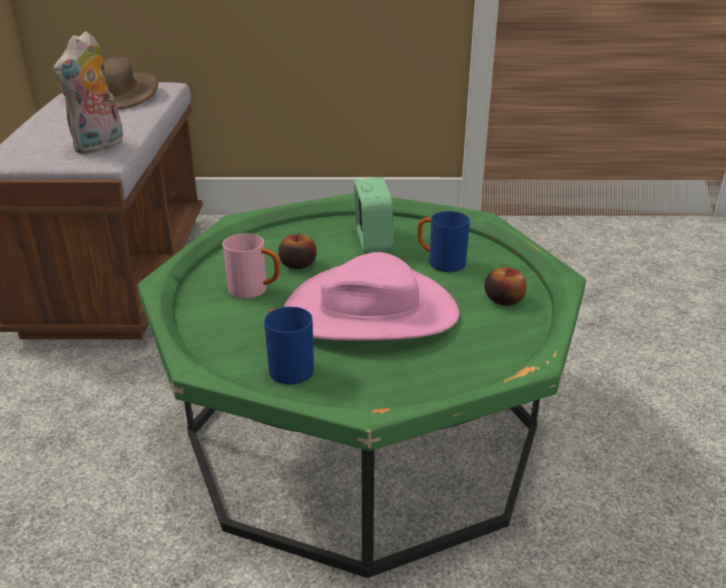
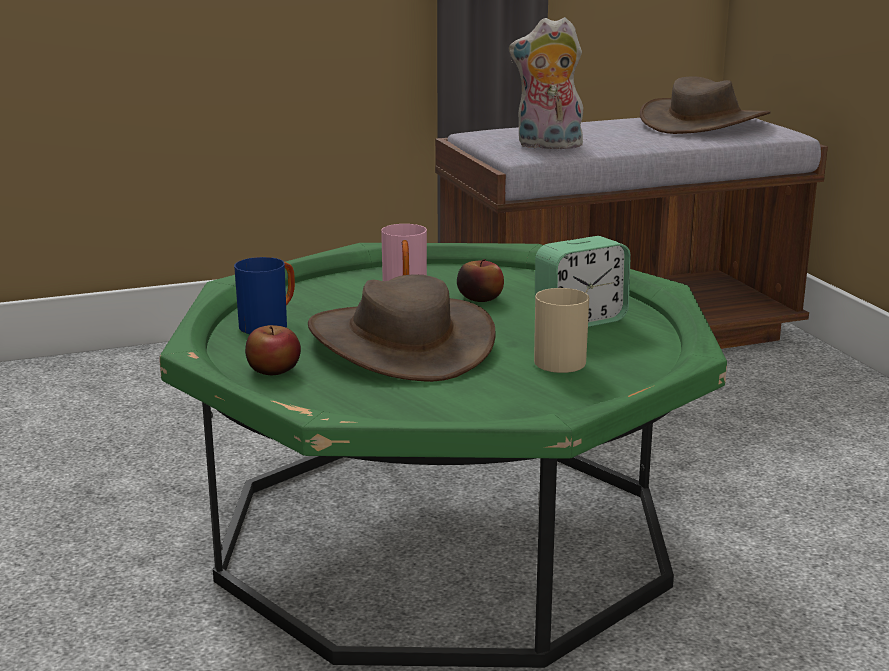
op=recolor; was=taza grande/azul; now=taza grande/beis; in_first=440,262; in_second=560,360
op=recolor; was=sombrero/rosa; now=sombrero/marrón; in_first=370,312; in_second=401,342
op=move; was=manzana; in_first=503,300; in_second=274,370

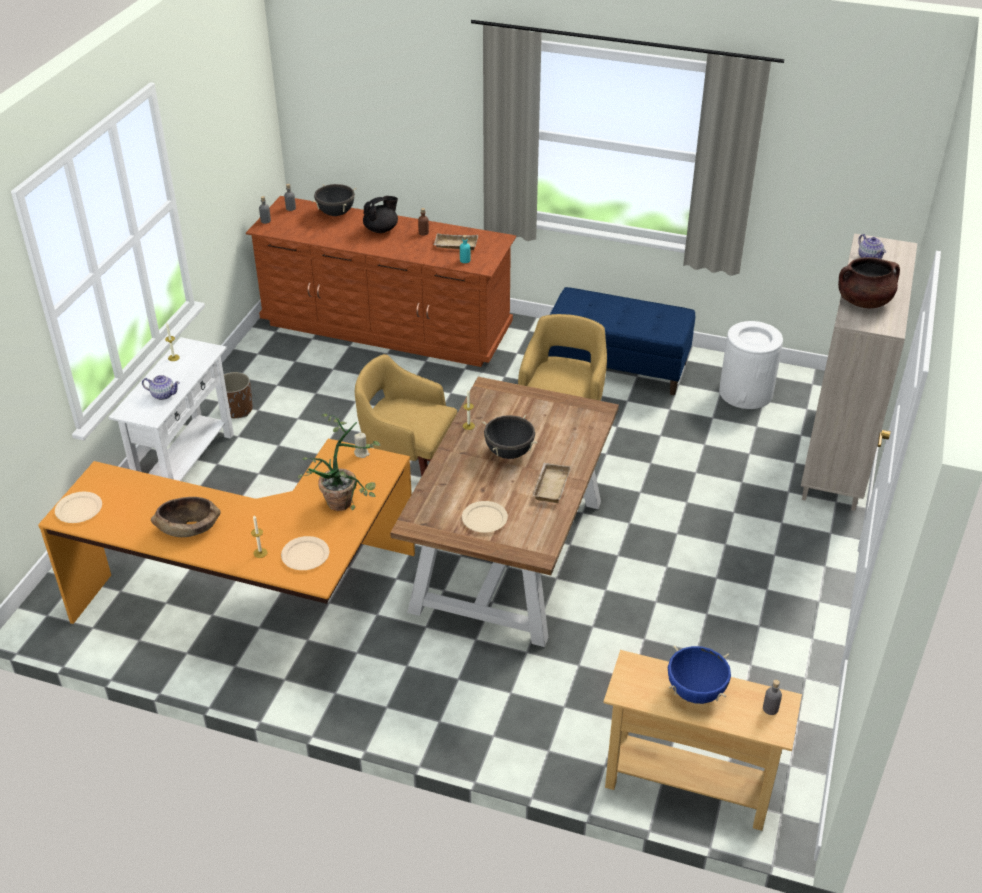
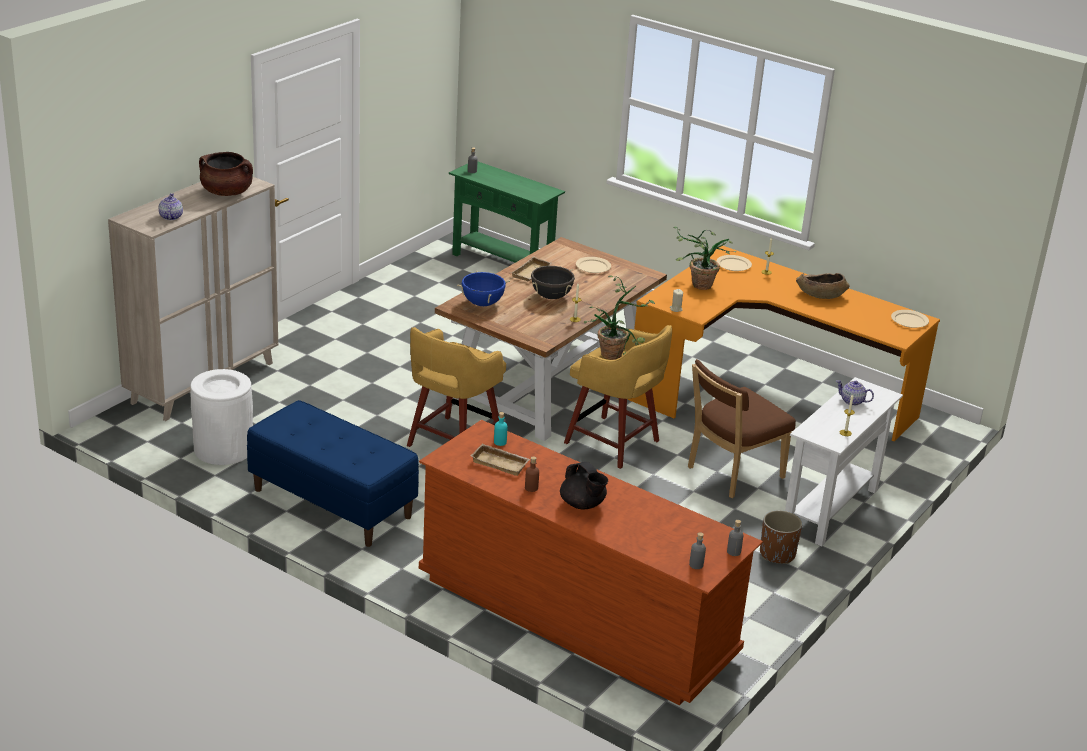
op=delete; was=olla/negro; in_first=336,213
op=rotate; was=tetera/negro; in_first=381,229; in_second=582,504; clockwise=-105
op=move; was=olla/azul; in_first=695,692; in_second=482,303
op=recolor; was=mesa consola/beis; now=mesa consola/verde; in_first=687,786; in_second=502,263
op=insert; now=planta en maceta; in_second=617,354
op=insert; now=silla/marrón; in_second=731,474

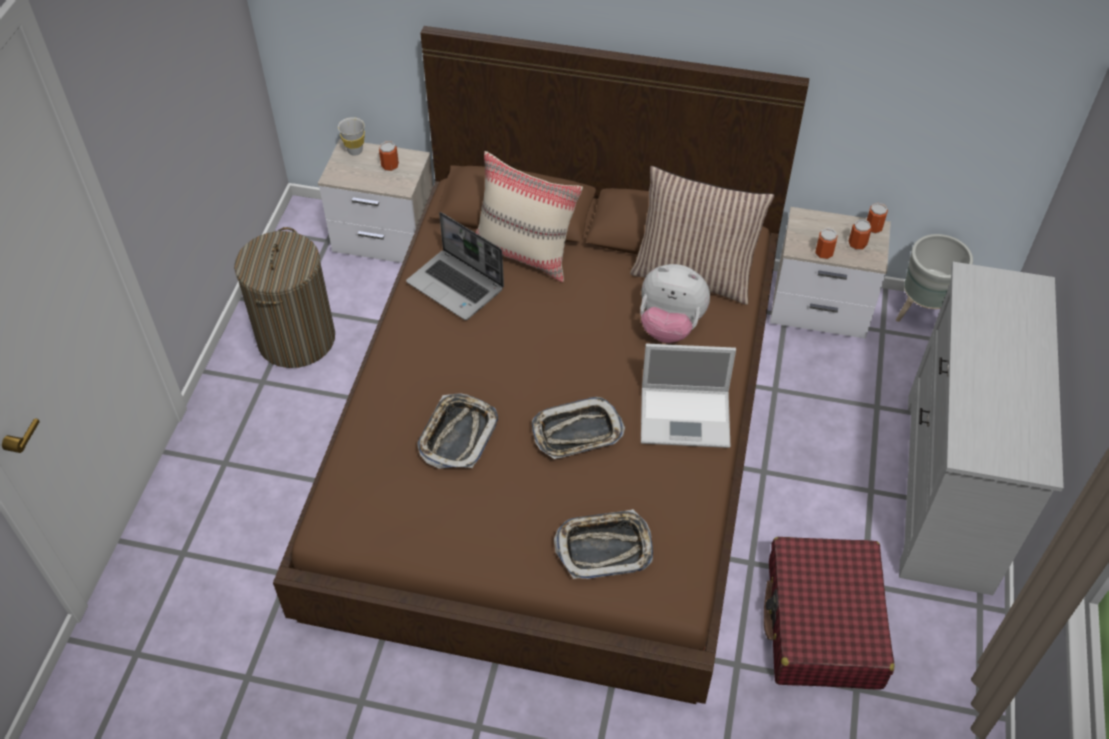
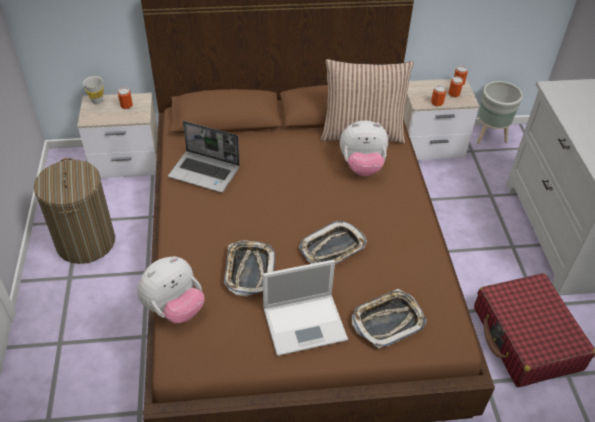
op=delete; was=cojín/beis; in_first=525,253
op=move; was=portátil; in_first=687,417; in_second=306,323
op=insert; now=peluche; in_second=174,308

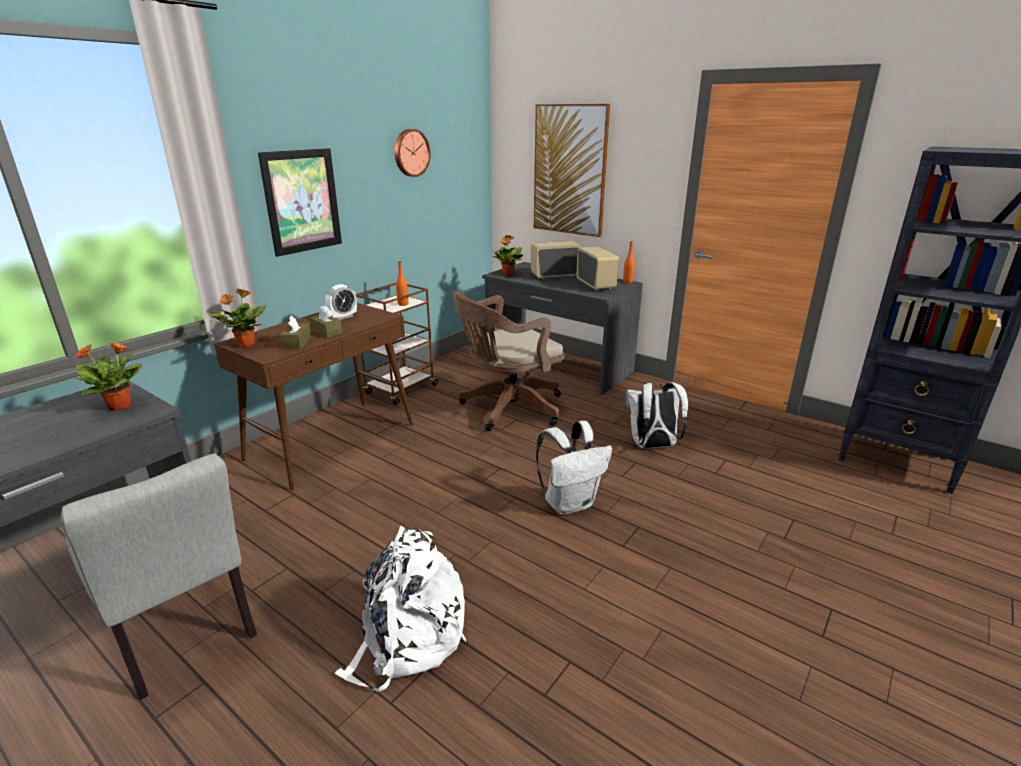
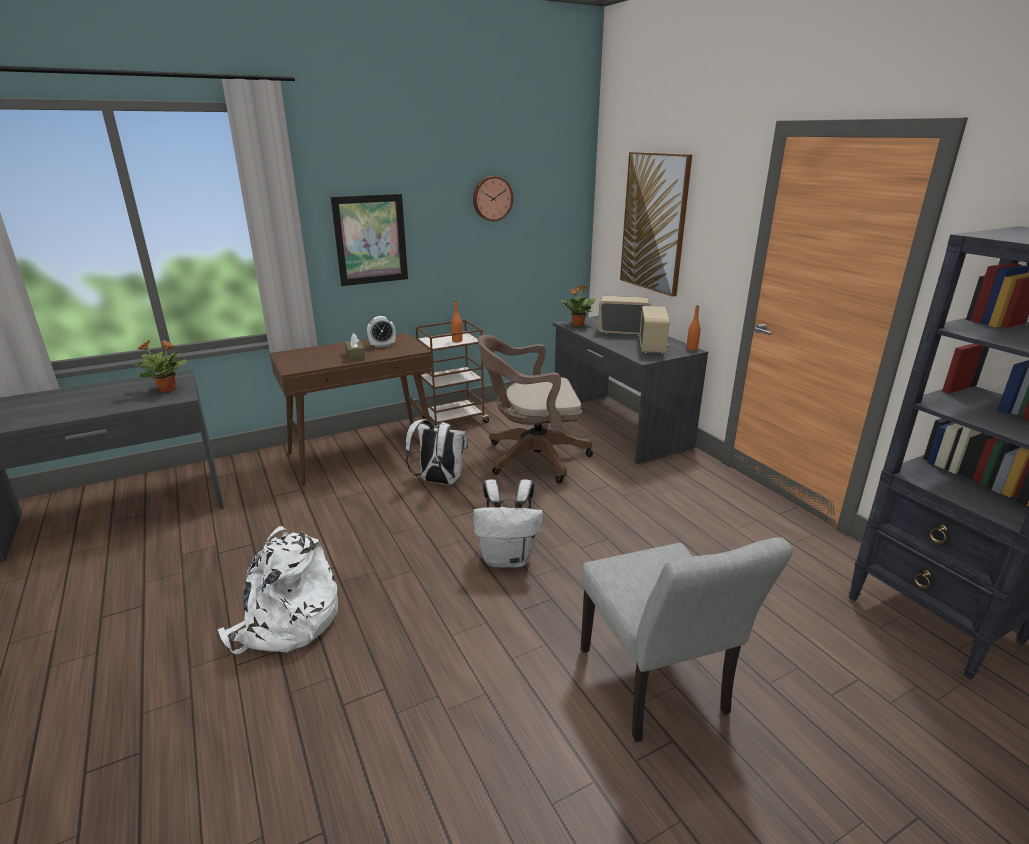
op=delete; was=planta en maceta; in_first=245,345
op=delete; was=caja de pañuelos/marrón; in_first=297,343
op=move; was=mochila/blanco; in_first=652,446; in_second=439,481
op=move; was=silla/gris; in_first=185,636; in_second=658,689

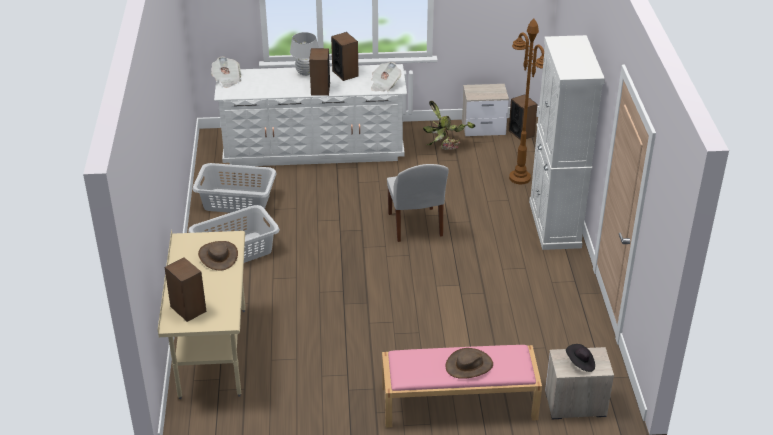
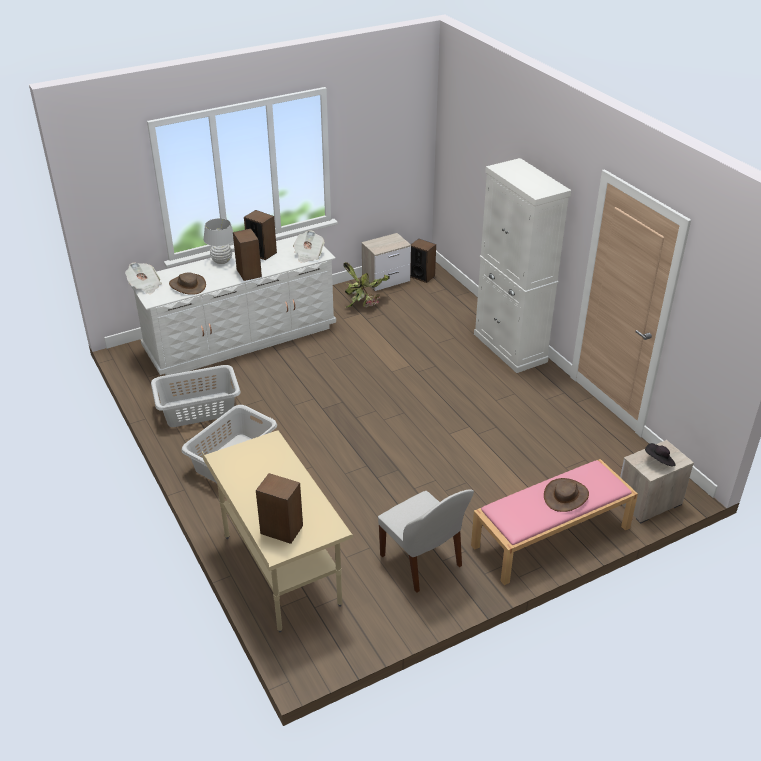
op=delete; was=lámpara de pie/marrón; in_first=520,178
op=move; was=silla/blanco; in_first=415,226; in_second=422,562
op=move; was=sombrero/marrón; in_first=218,256; in_second=187,285

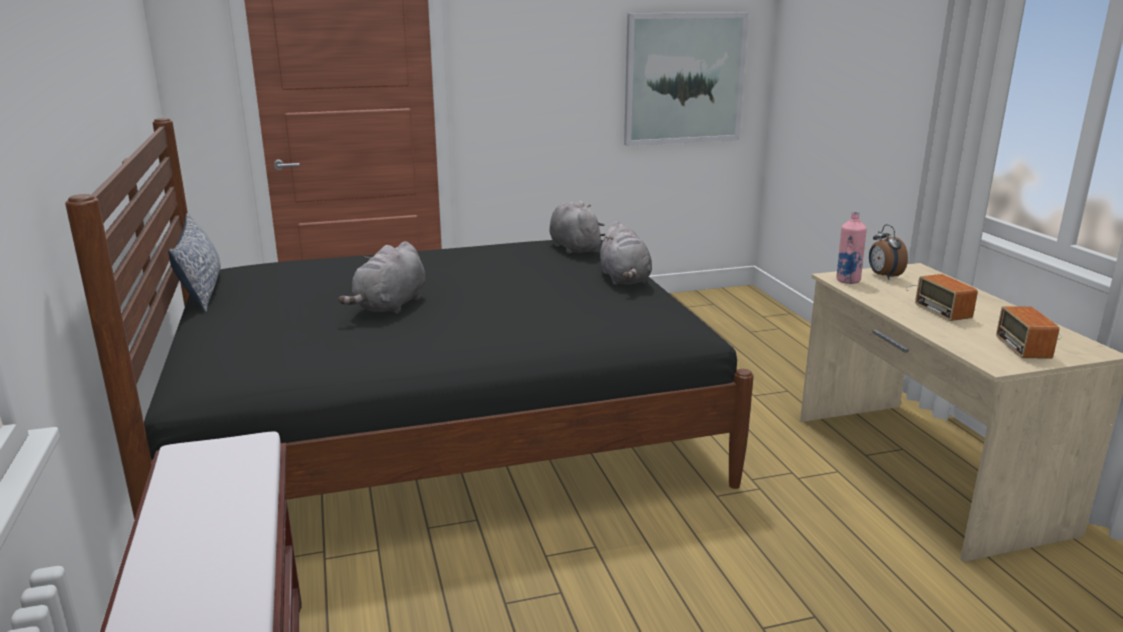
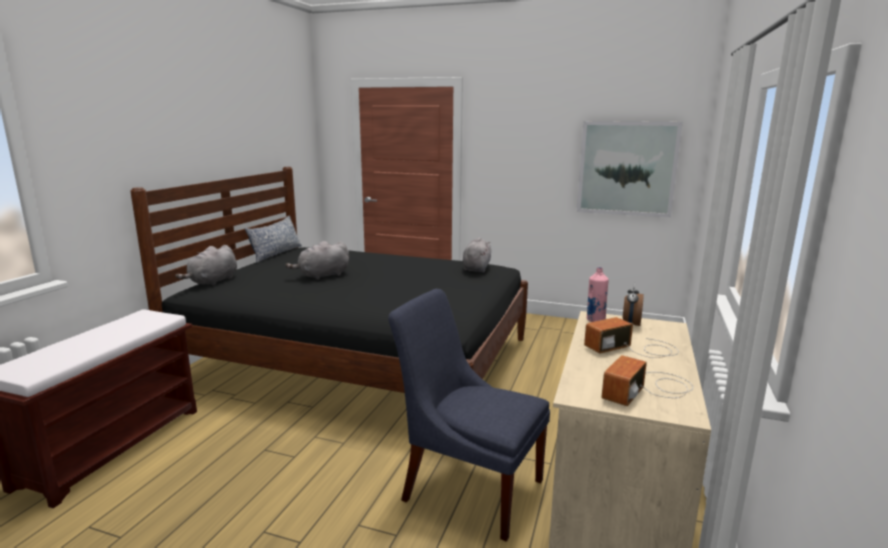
op=move; was=peluche/gris; in_first=625,279; in_second=212,282
op=rotate; was=radio; in_first=939,301; in_second=635,348; clockwise=45
op=insert; now=silla/azul; in_second=468,486

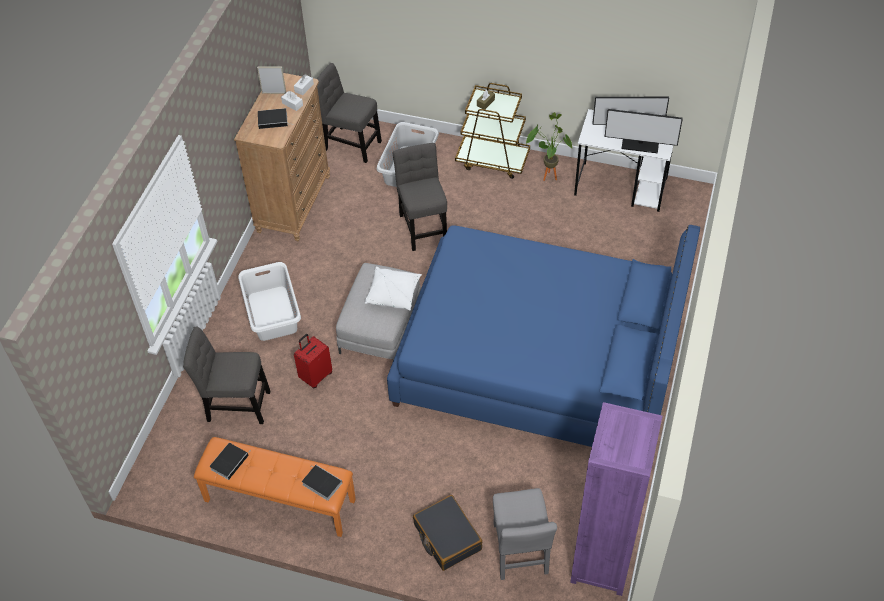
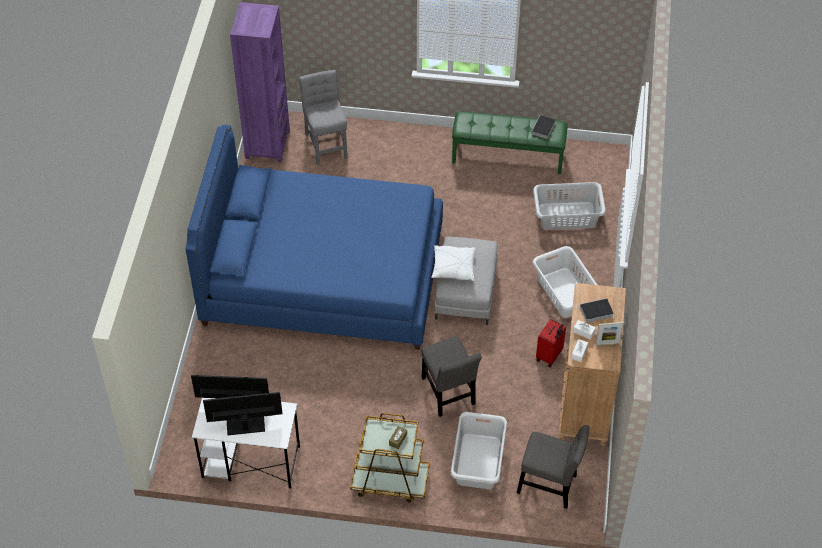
op=delete; was=planta en maceta; in_first=546,175
op=replace; was=silla/gris; now=cesto de la ropa/gris; in_first=235,405; in_second=567,216
op=move; was=maleta/rojo; in_first=315,376; in_second=549,356
op=recolor; was=banco/naranja; now=banco/verde; in_first=279,501; in_second=508,156
op=delete; was=libro; in_first=321,483
op=delete; was=maleta/negro; in_first=447,537

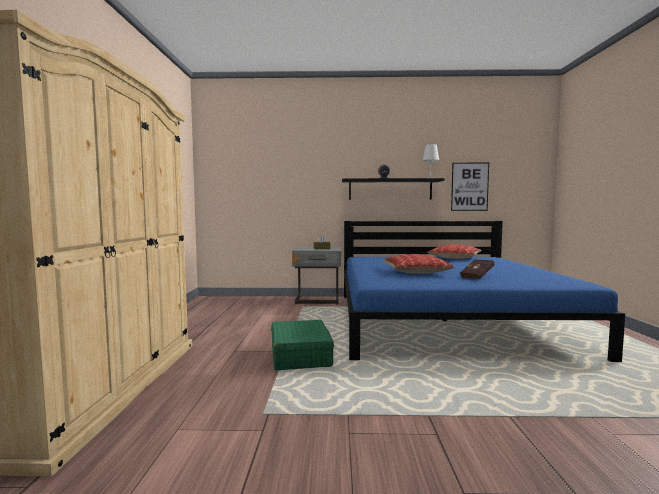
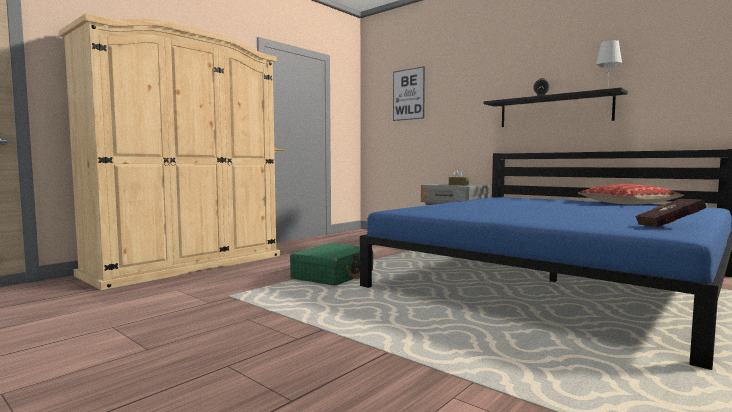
op=move; was=cuadro; in_first=469,186; in_second=408,94
op=delete; was=cojín; in_first=416,272
op=move; was=libro/rojo; in_first=478,277; in_second=671,226

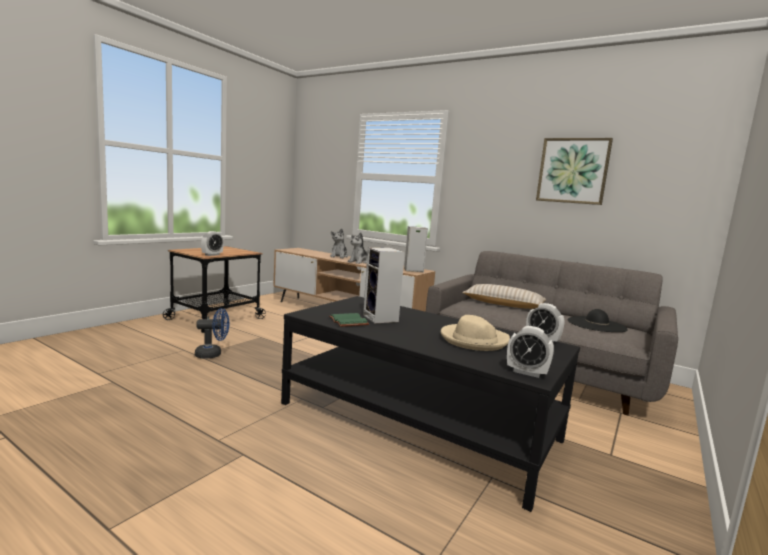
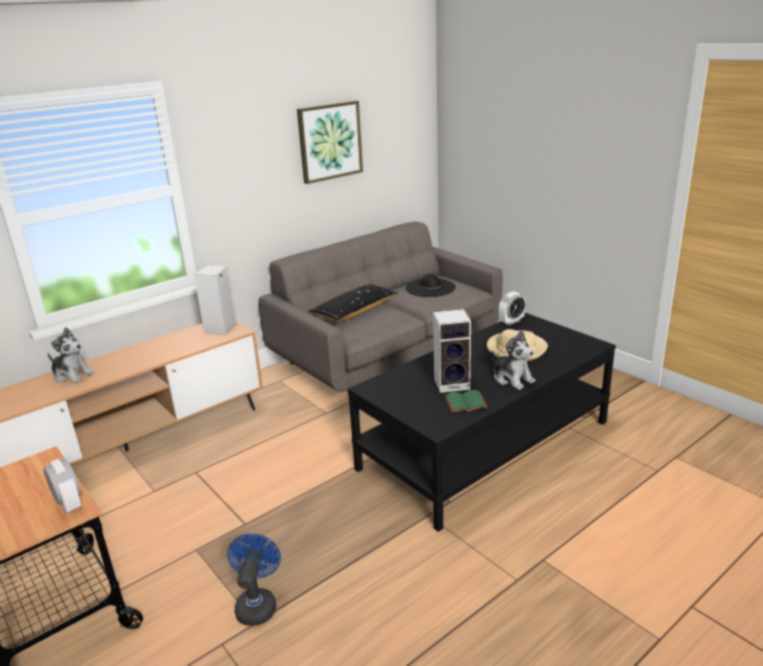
op=move; was=peluche; in_first=359,262; in_second=512,379
op=recolor; was=cojín/beis; now=cojín/negro; in_first=503,304; in_second=354,311
op=delete; was=despertador; in_first=527,372

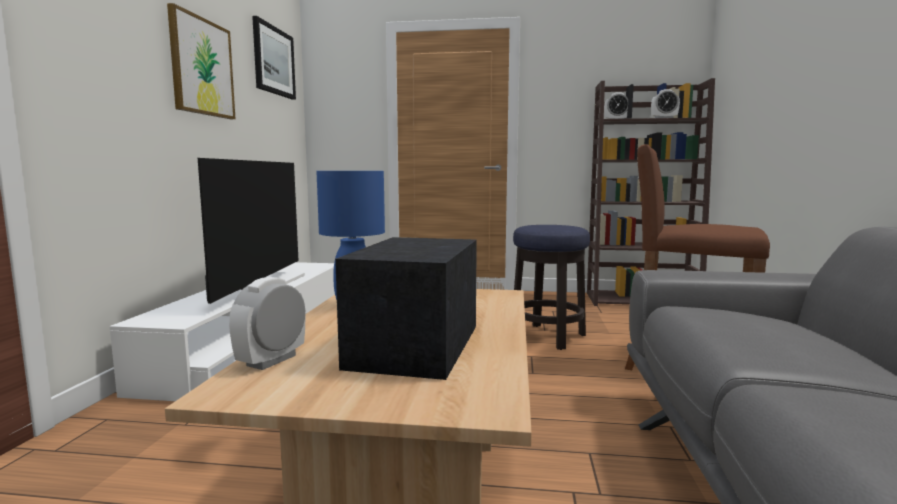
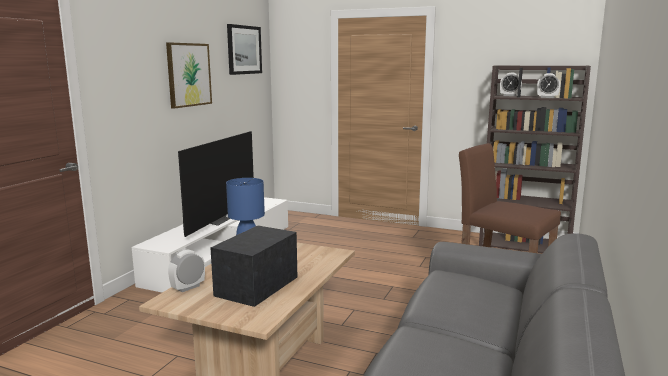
op=delete; was=taburete; in_first=547,337

